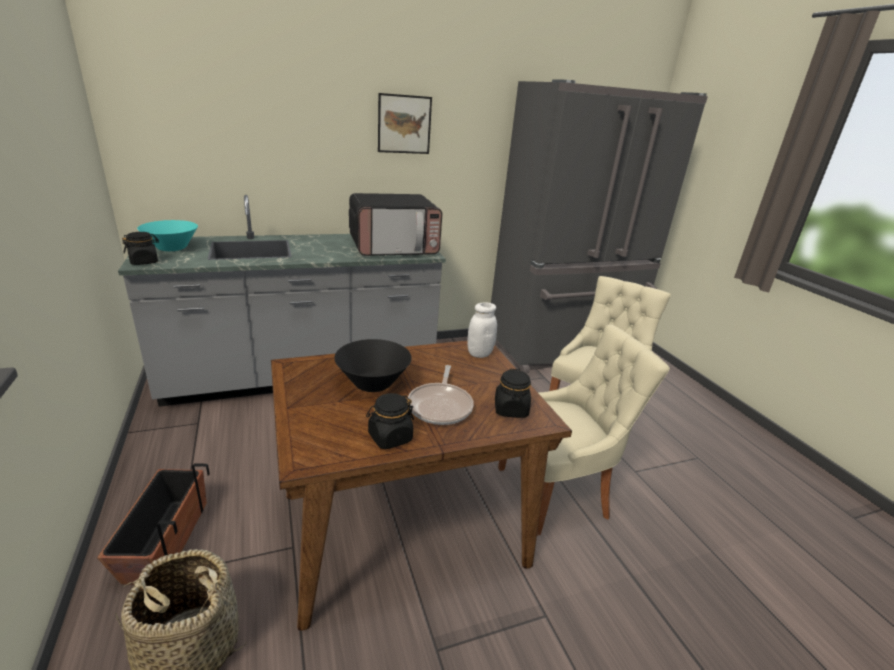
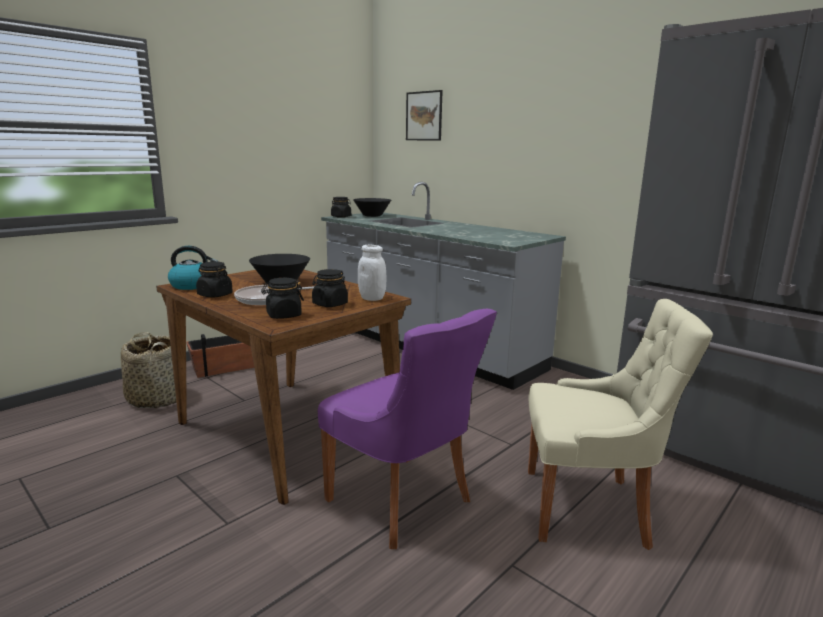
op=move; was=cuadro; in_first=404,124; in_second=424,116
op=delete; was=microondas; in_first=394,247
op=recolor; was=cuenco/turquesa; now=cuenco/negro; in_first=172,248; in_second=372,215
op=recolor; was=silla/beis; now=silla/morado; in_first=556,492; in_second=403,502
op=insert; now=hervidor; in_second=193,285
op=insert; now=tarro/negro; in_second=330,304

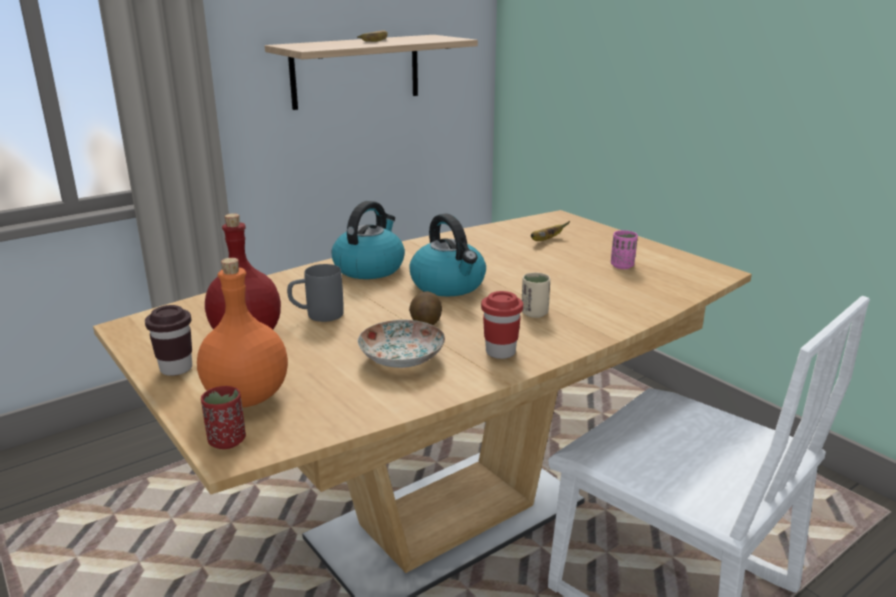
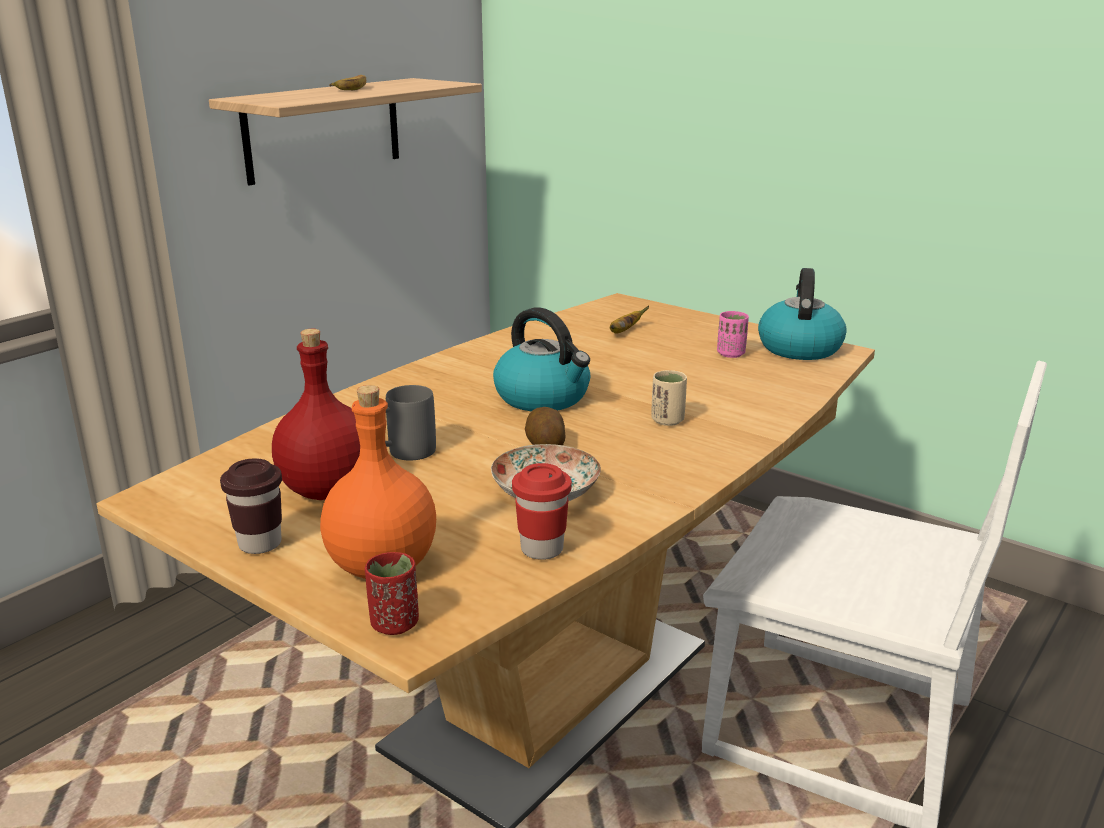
op=move; was=hervidor; in_first=369,268; in_second=799,347
op=move; was=taza/rojo; in_first=500,352; in_second=542,549

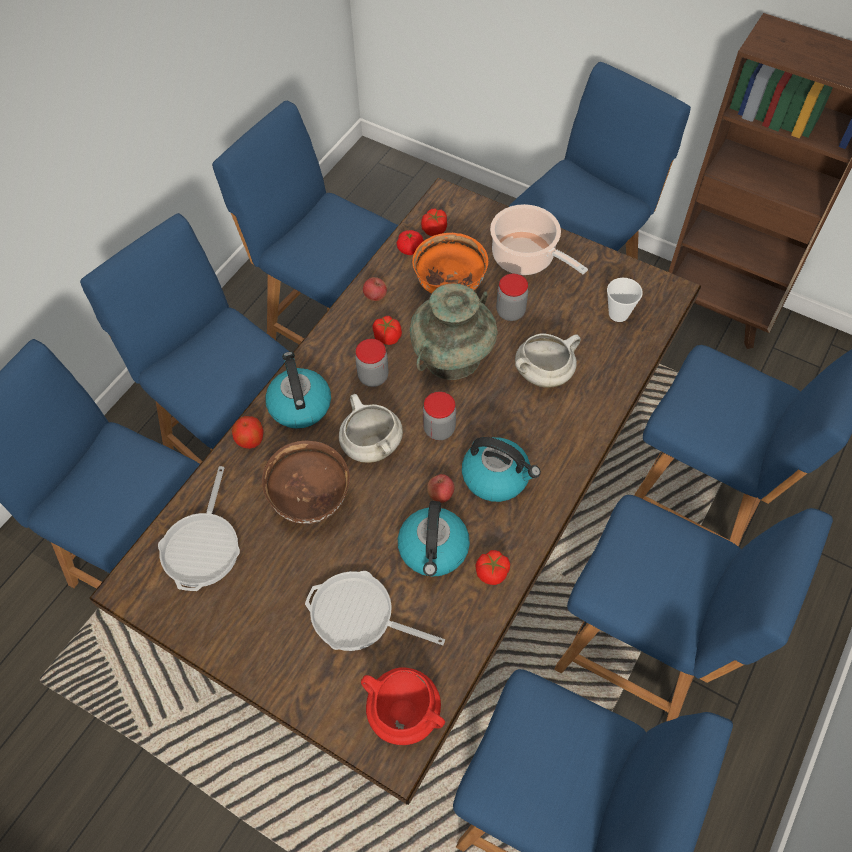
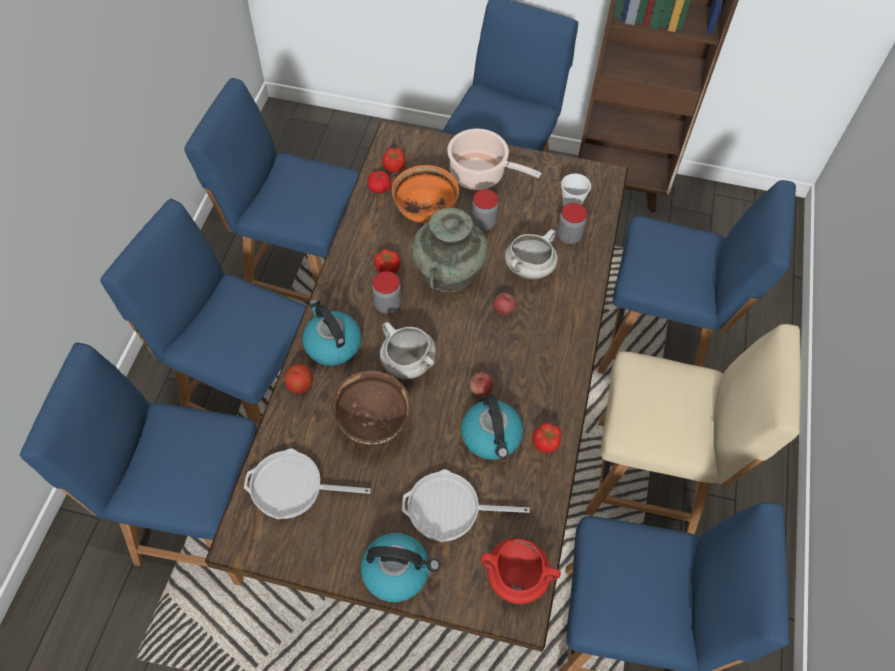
op=move; was=manzana; in_first=375,296; in_second=503,309
op=move; was=tarro; in_first=439,429; in_second=569,236
op=move; was=hervidor; in_first=497,477; in_second=397,571
op=rotate; was=sartén; in_first=203,546; in_second=292,488; clockwise=105
op=recolor; was=silla/azul; now=silla/beis; in_first=643,650; in_second=650,478

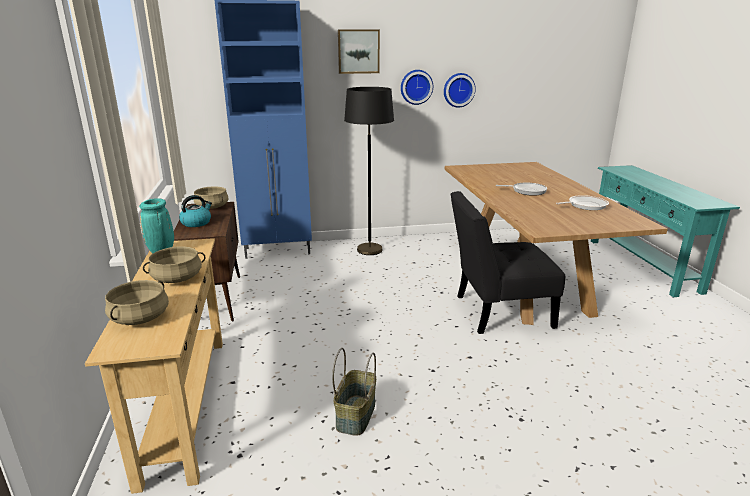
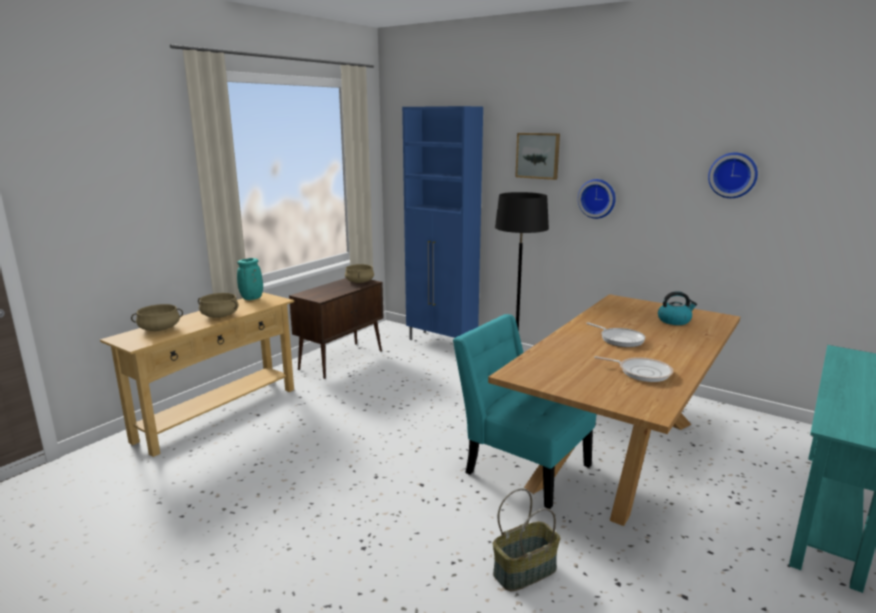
op=move; was=reloj de pared; in_first=458,90; in_second=733,175
op=recolor; was=silla/negro; now=silla/turquesa; in_first=497,312; in_second=522,466
op=move; was=hervidor; in_first=196,223; in_second=674,321
op=move; was=cesta; in_first=355,414; in_second=524,570

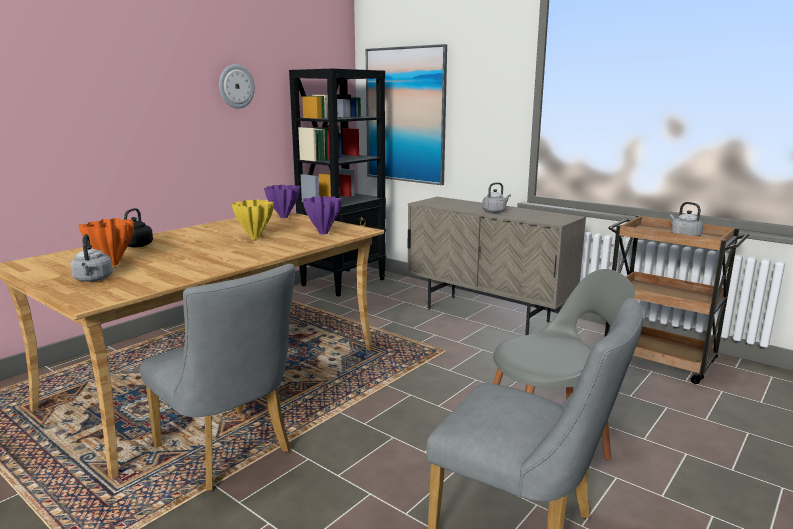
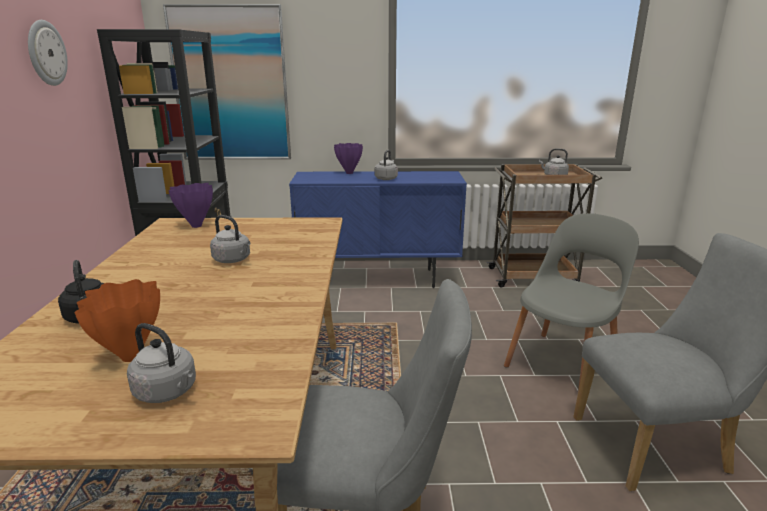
op=move; was=florero/morado; in_first=323,233; in_second=349,173
op=recolor; was=armario/beis; now=armario/azul; in_first=487,315; in_second=378,279
op=replace; was=florero/amarillo; now=hervidor/gris; in_first=255,238; in_second=233,260

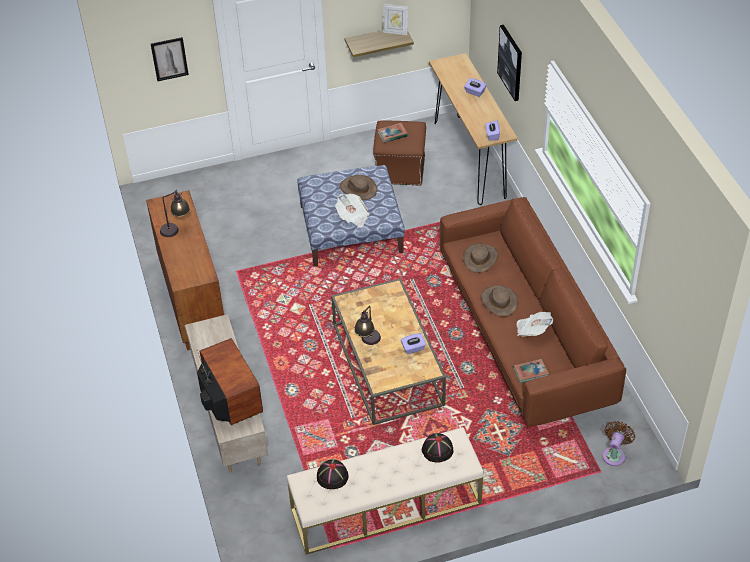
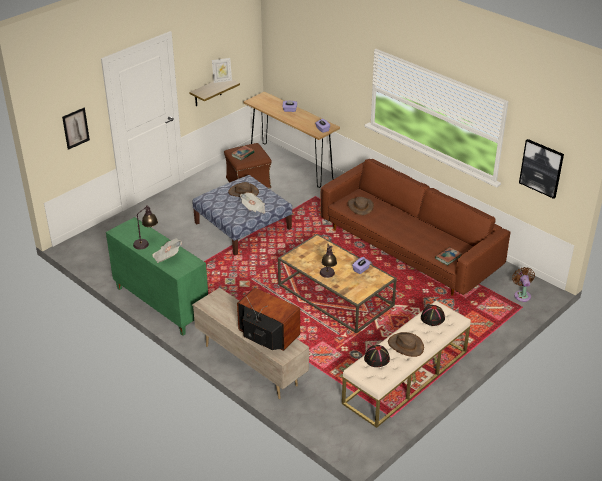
op=move; was=cuadro; in_first=511,62; in_second=541,168
op=recolor; was=armario/marrón; now=armario/verde; in_first=191,300; in_second=160,304
op=move; was=sombrero/marrón; in_first=499,301; in_second=405,345
op=move; was=periódico; in_first=532,330; in_second=167,257

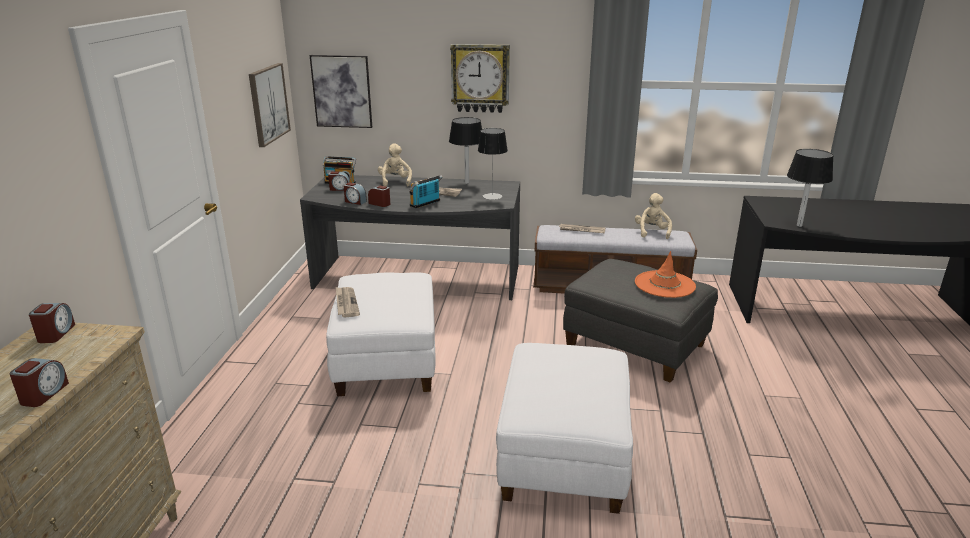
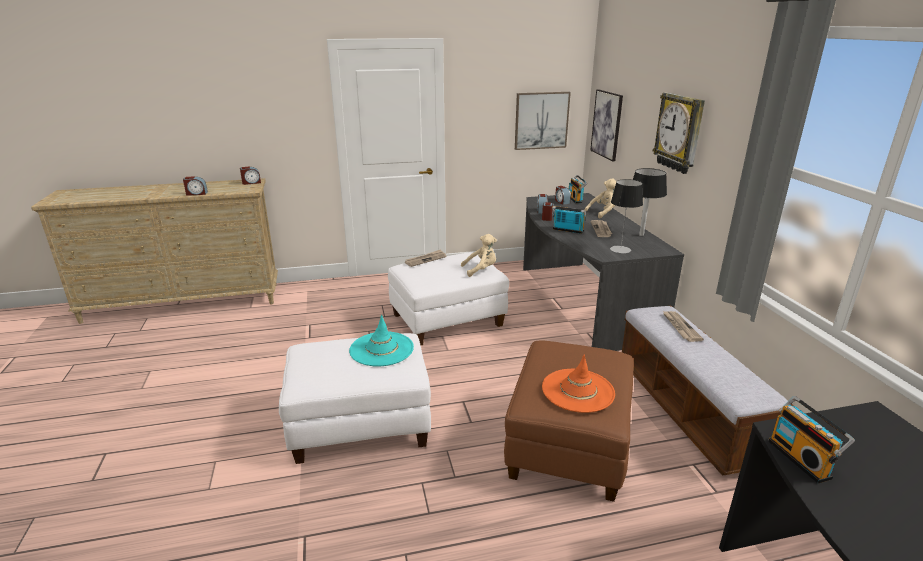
op=replace; was=lámpara de mesa/negro; now=radio; in_first=799,225; in_second=801,459
op=move; was=peluche/beis; in_first=652,232; in_second=481,270
op=recolor; was=puf/gris; now=puf/marrón; in_first=636,346; in_second=568,446
op=insert; now=sombrero/turquesa; in_second=381,349

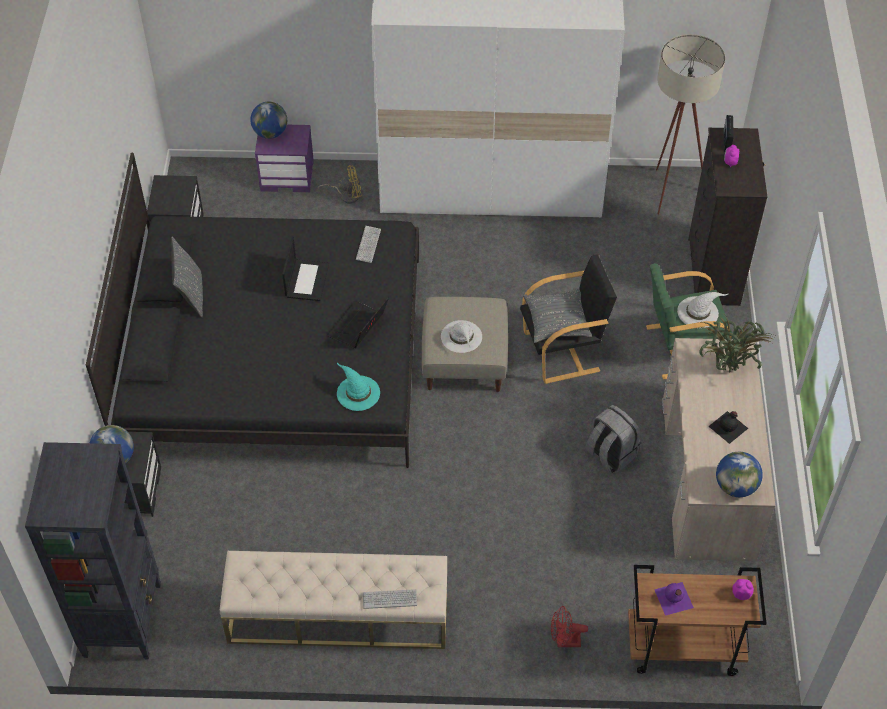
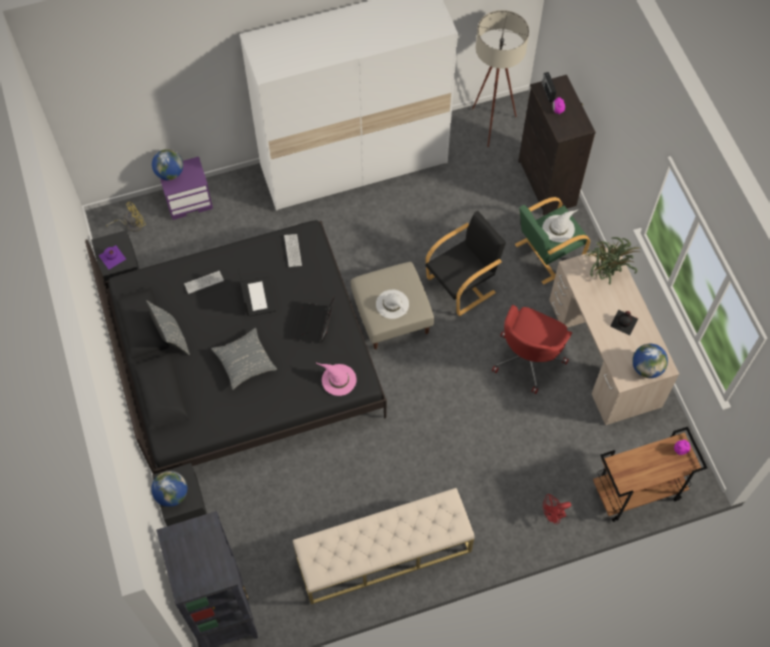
op=move; was=ventilador/amarillo; in_first=346,195; in_second=131,225
op=move; was=cojín/gris; in_first=556,321; in_second=244,362
op=recolor; was=sombrero/turquesa; now=sombrero/rosa; in_first=357,392; in_second=338,379
op=replace; was=mochila/gris; now=silla de oficina/rojo; in_first=610,454; in_second=528,358
op=move; was=botella/morado; in_first=673,599; in_second=112,257
op=move; was=teclado; in_first=389,599; in_second=204,282

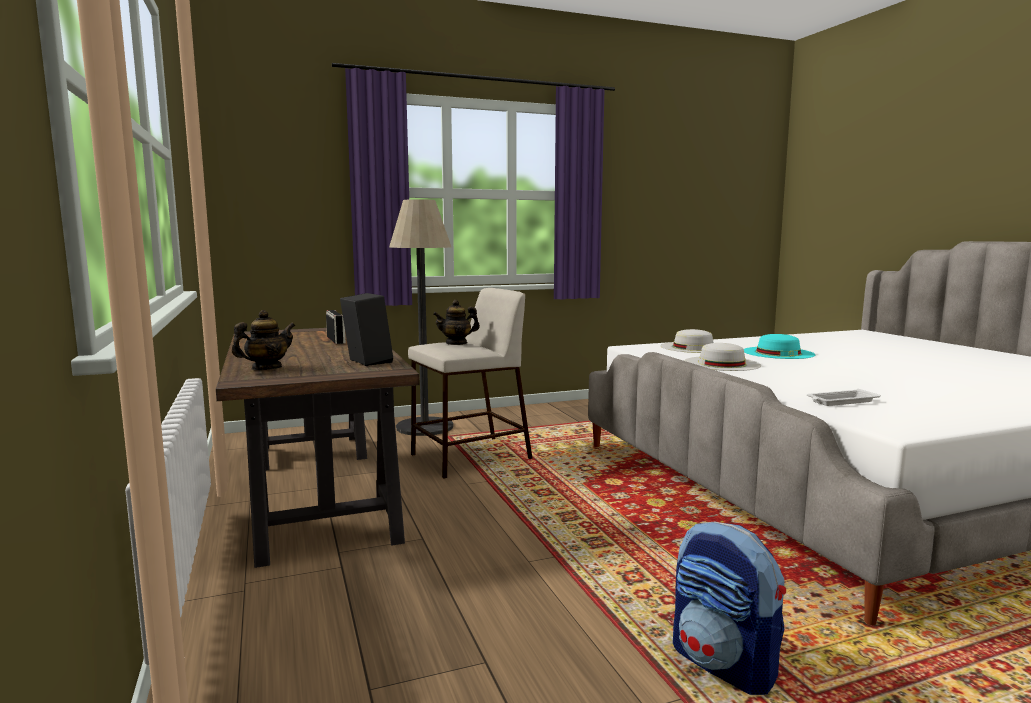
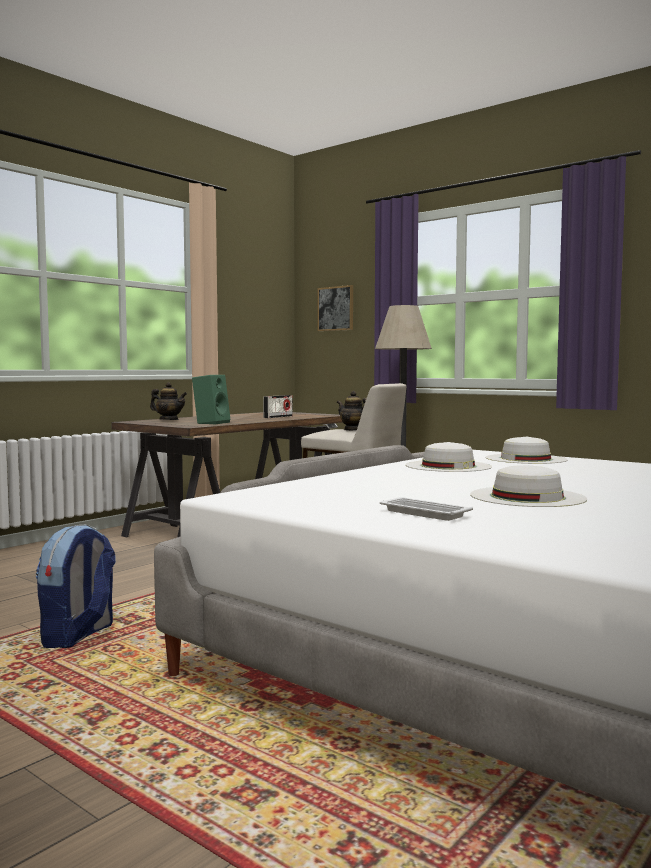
op=recolor; was=altavoz/negro; now=altavoz/verde; in_first=366,362; in_second=211,423
op=delete; was=sombrero/turquesa; in_first=778,353
op=move; was=bandeja/blanco; in_first=841,401; in_second=423,513
op=insert; now=cuadro; in_second=336,308
op=insert; now=sombrero/blanco; in_second=527,497

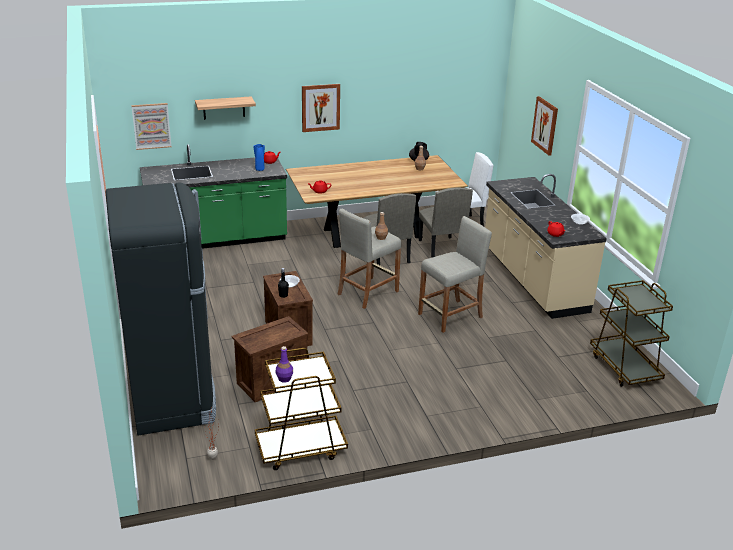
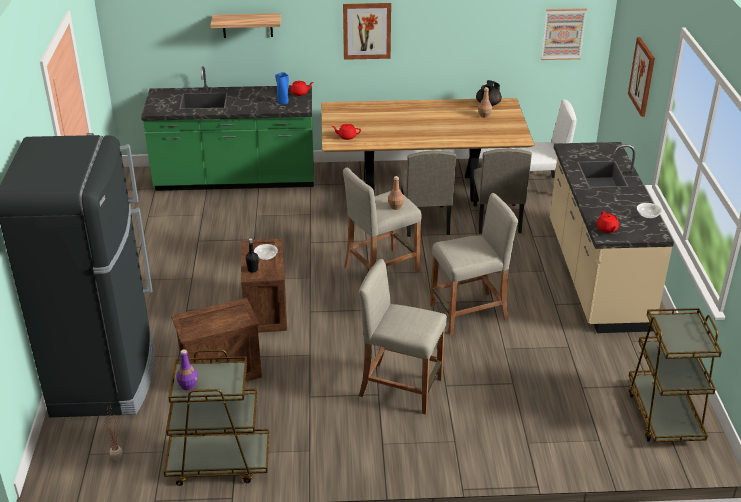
op=move; was=cuadro; in_first=151,126; in_second=563,34
op=insert; now=taburete/beis; in_second=400,387

